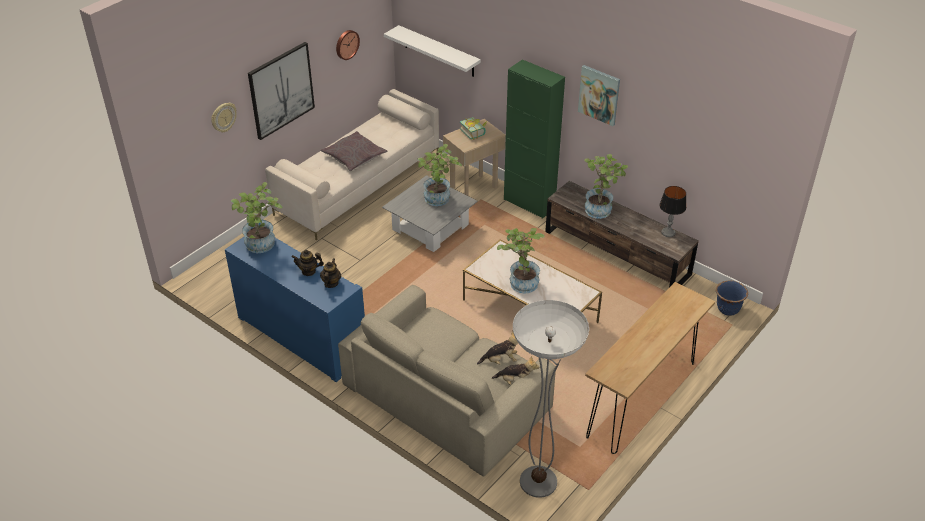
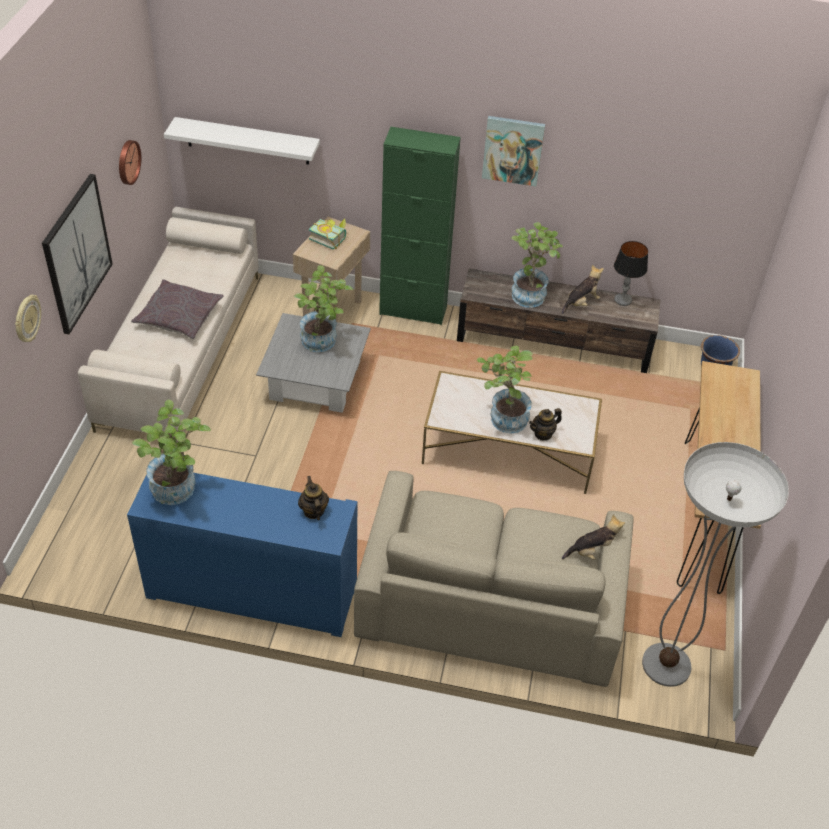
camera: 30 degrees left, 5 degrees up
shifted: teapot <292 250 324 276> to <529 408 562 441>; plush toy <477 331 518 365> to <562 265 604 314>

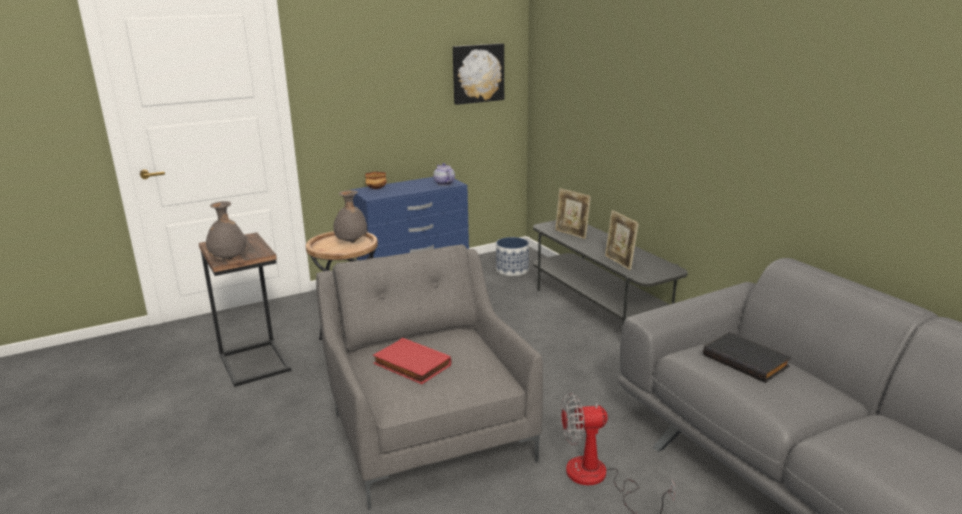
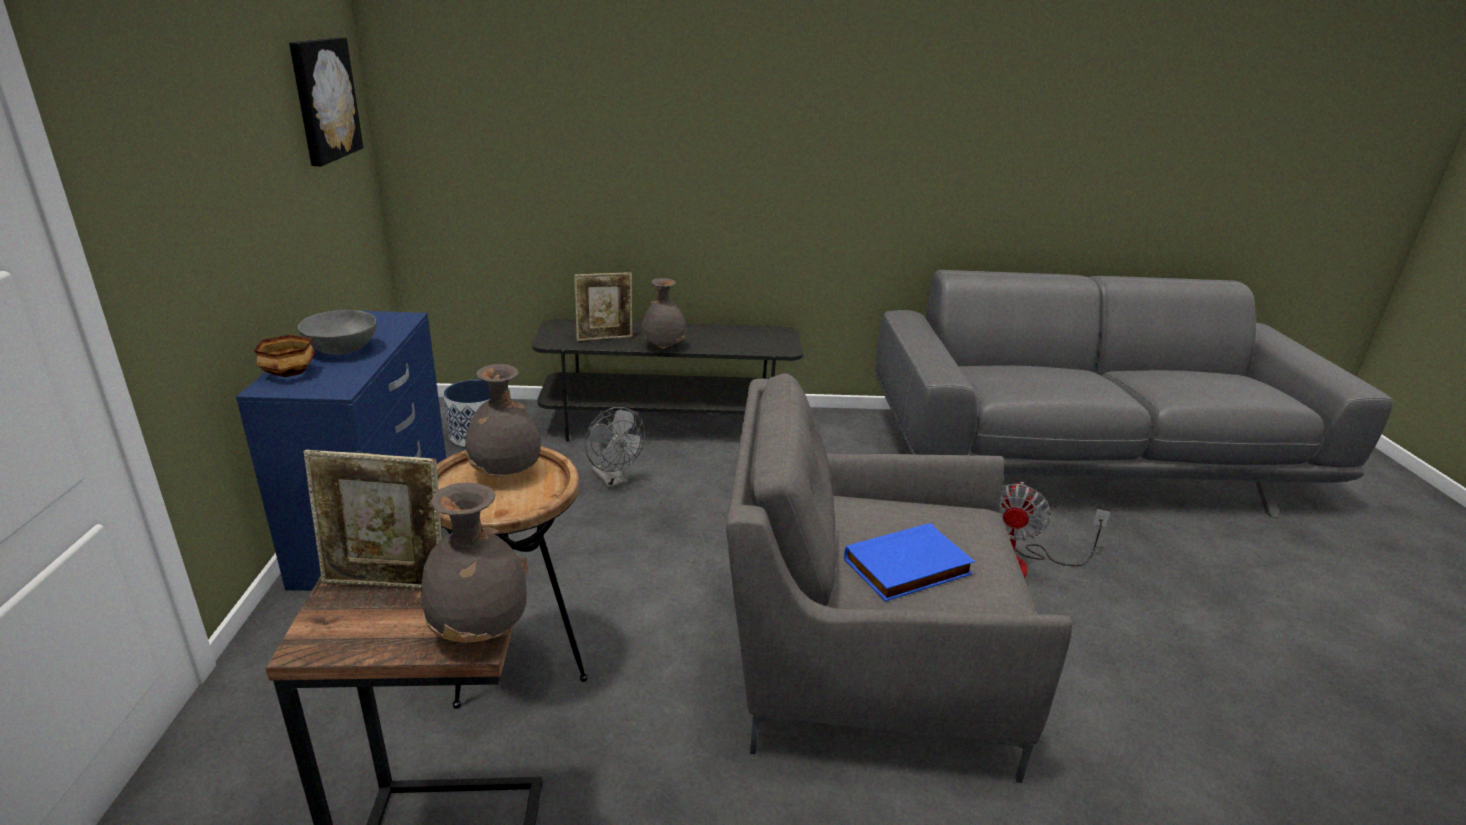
camera: 65 degrees left, 5 degrees up
gone: teapot <433 163 455 185>; black book <703 332 791 383>
new: grey vase <641 278 687 349>; grey bowl <298 310 377 355>; grey fan <585 407 645 488>
shifted: picture frame <605 210 639 270> to <304 450 442 588>
repainted: red book <373 338 451 384> to blue book <844 523 975 601>

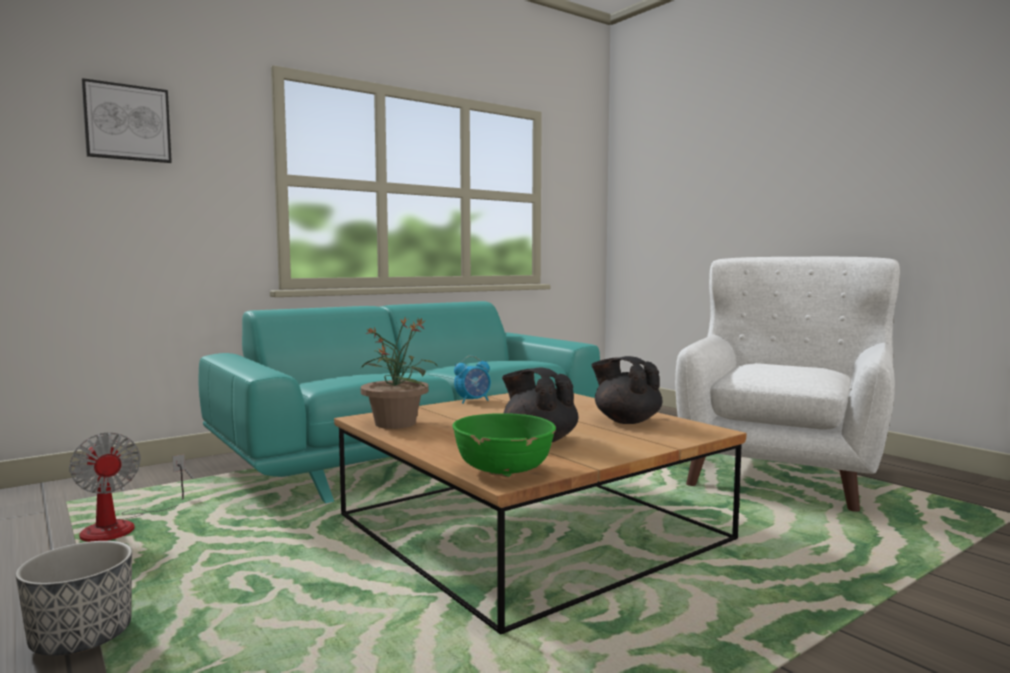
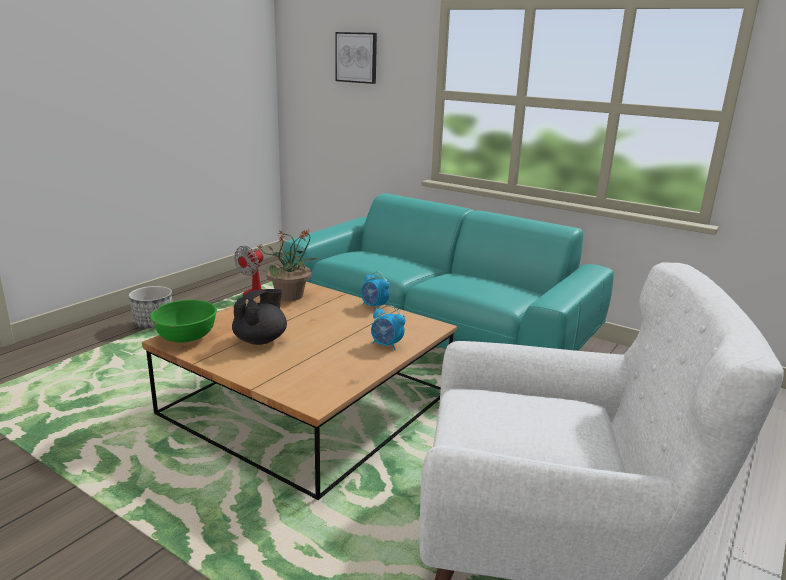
camera: 70 degrees right, 15 degrees up
gone: black teapot <592 356 662 424>
new: alarm clock <371 305 406 350>

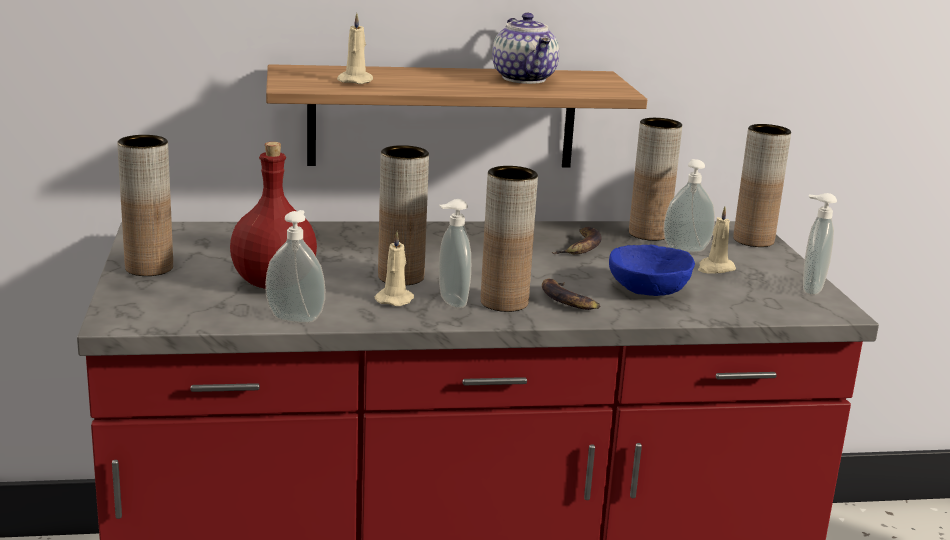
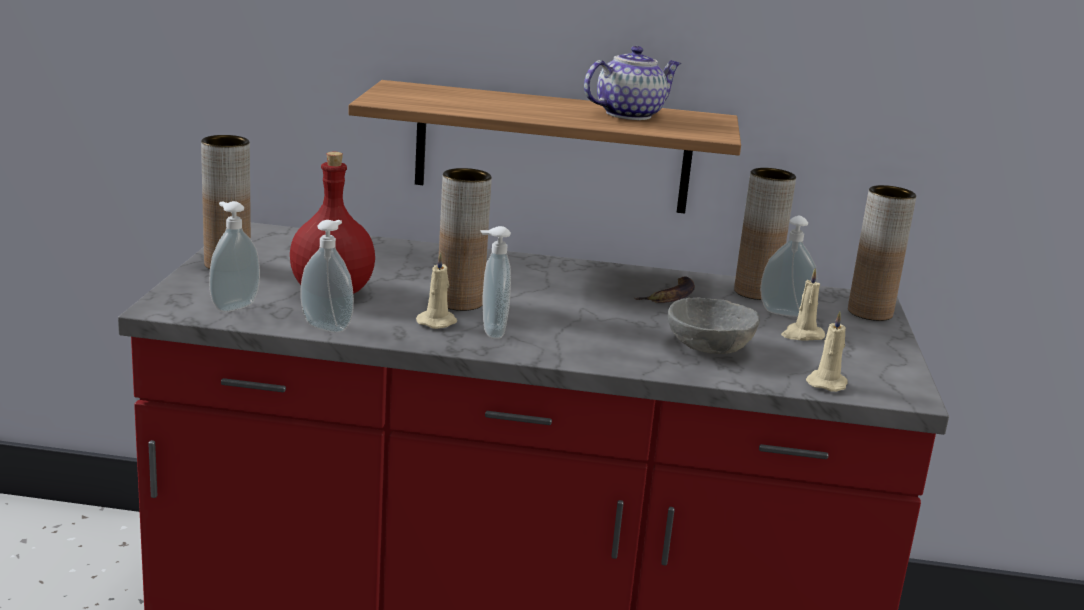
camera: 15 degrees right, 0 degrees up
gone: brown vase <481 166 538 312>; banana <542 279 600 310>
shifted: beige candle <337 13 373 84> to <806 311 848 392>; soap dispenser <803 193 837 295> to <209 201 260 312>
repainted: blue bowl <609 245 695 296> to grey bowl <668 298 760 354>
rotated: teapot <492 13 559 84> = <584 46 682 120> 120 degrees counterclockwise

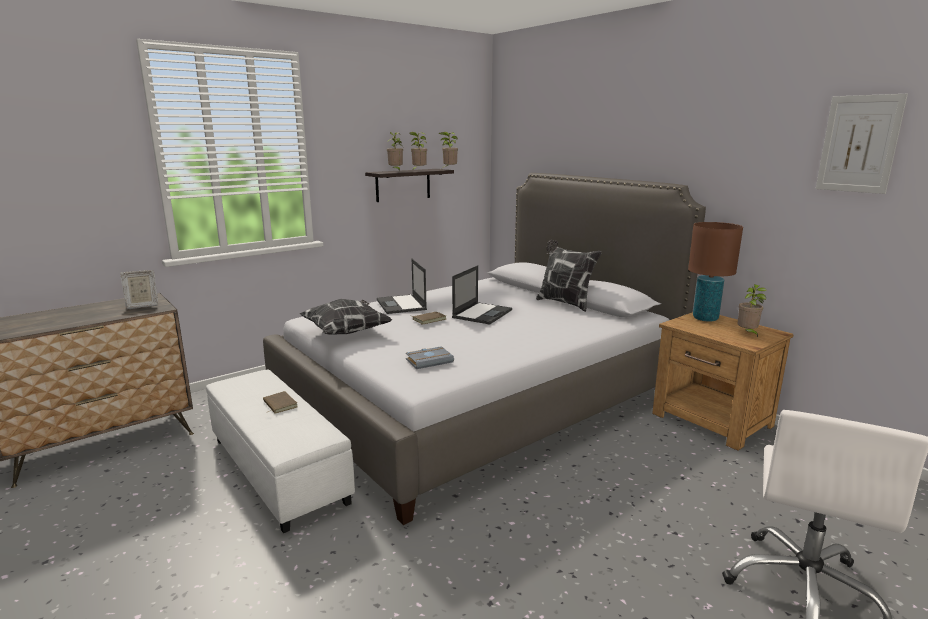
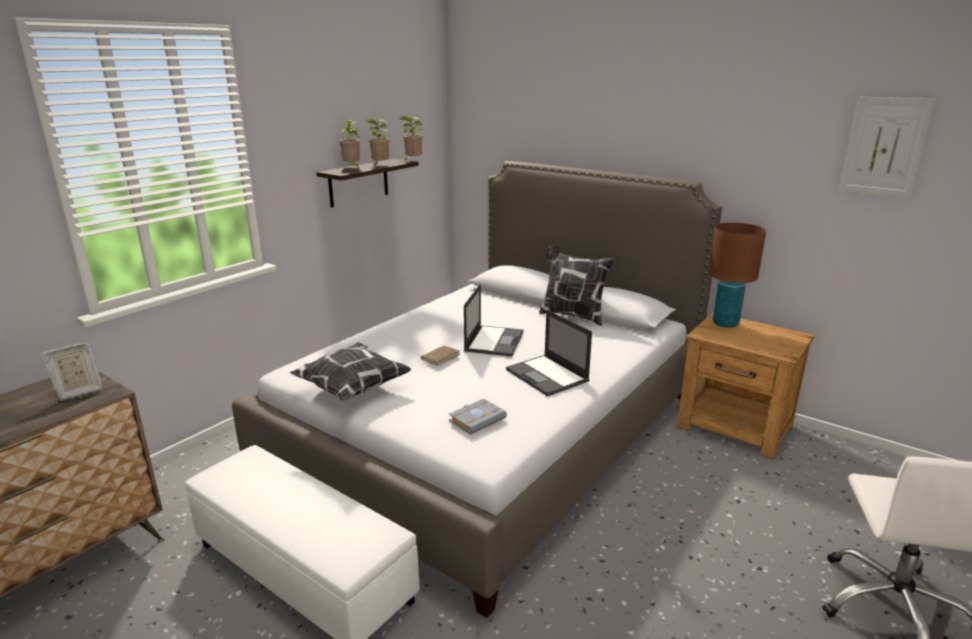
camera: 15 degrees left, 5 degrees up
gone: potted plant <738 284 767 337>; brown book <263 391 297 414>
shifted: laptop <377 259 427 314> to <506 310 592 396>

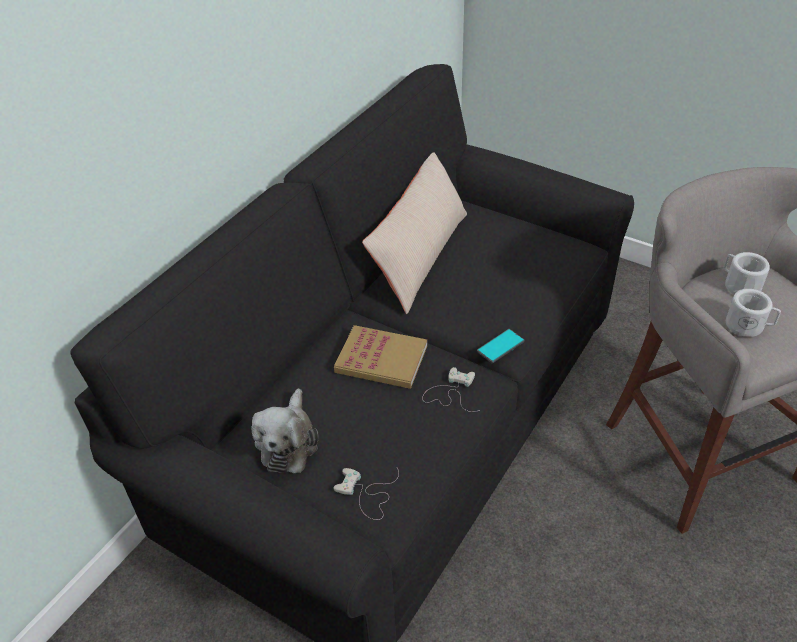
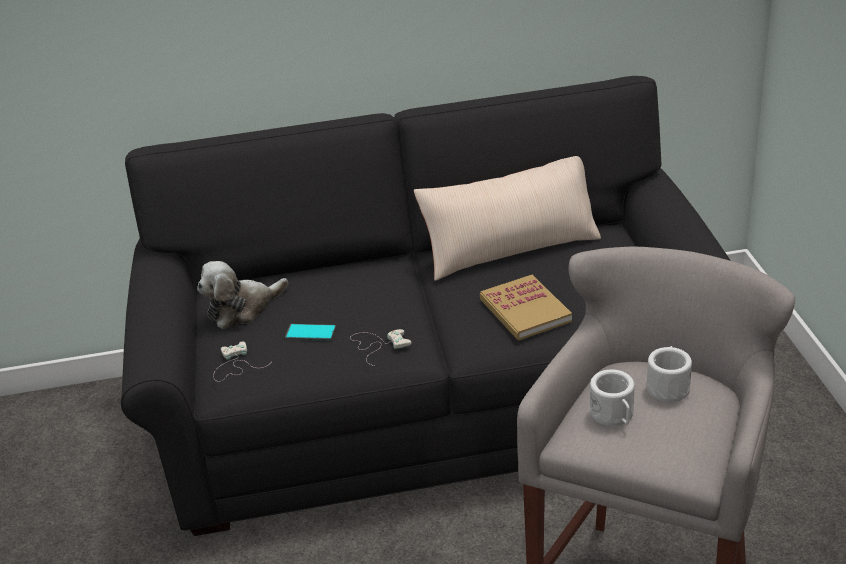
camera: 50 degrees right, 10 degrees down
shifted: book <334 325 427 389> to <480 275 572 341>; phone <477 329 525 364> to <285 324 336 341>

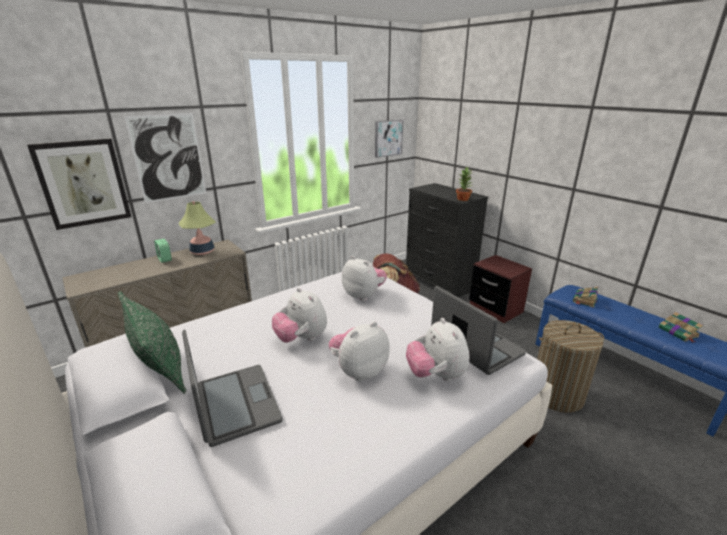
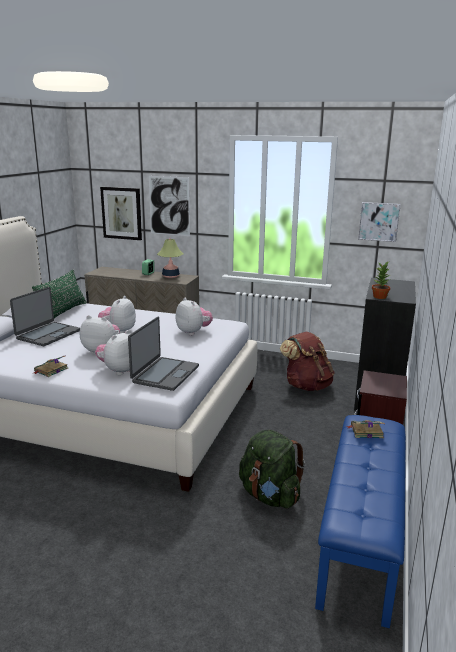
camera: 55 degrees right, 5 degrees down
shifted: book <659 312 703 343> to <34 355 68 377>
swapped: laundry basket <537 320 604 413> to green backpack <239 429 305 509>
rotated: plush toy <342 256 387 301> = <176 298 213 336> 45 degrees counterclockwise

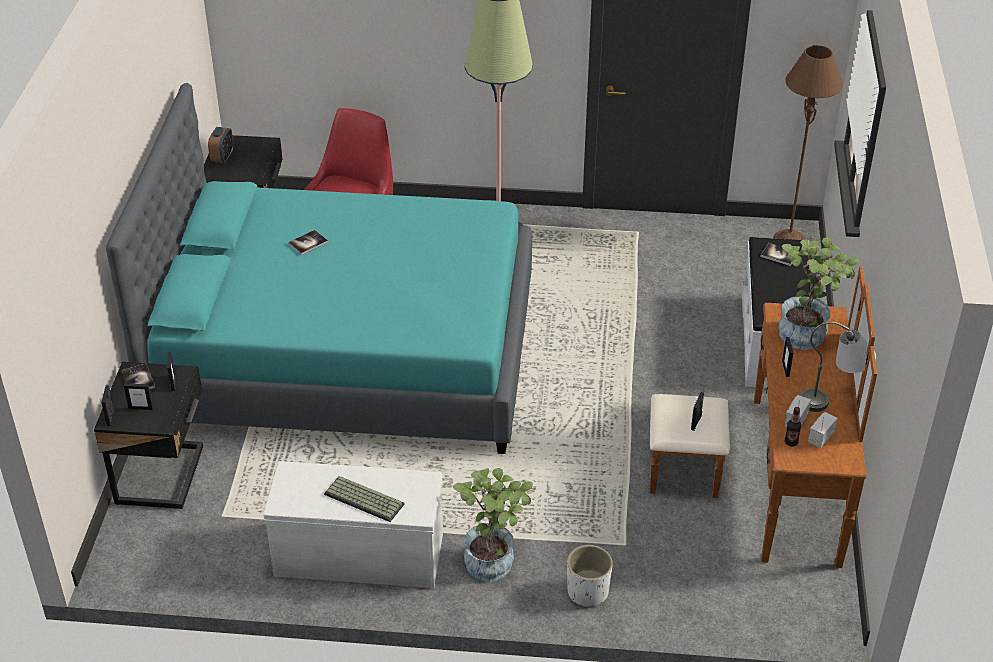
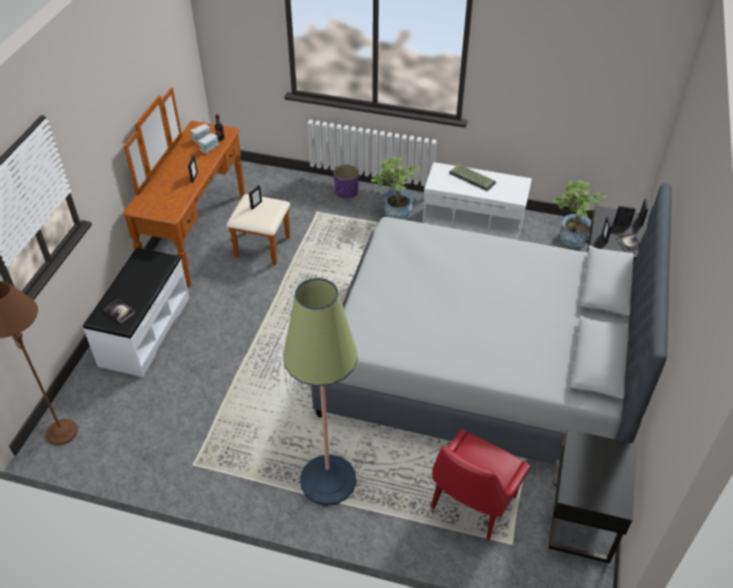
camera: 170 degrees left, 5 degrees up
gone: alarm clock <208 127 234 163>; book <288 230 328 255>; grey table lamp <800 322 876 412>
shifted: potted plant <779 238 859 350> to <553 180 607 247>
repainted: turquoise bed <106 83 532 454> to grey bed <311 182 672 466>; white planter <567 545 613 608> to purple planter <334 165 359 199>

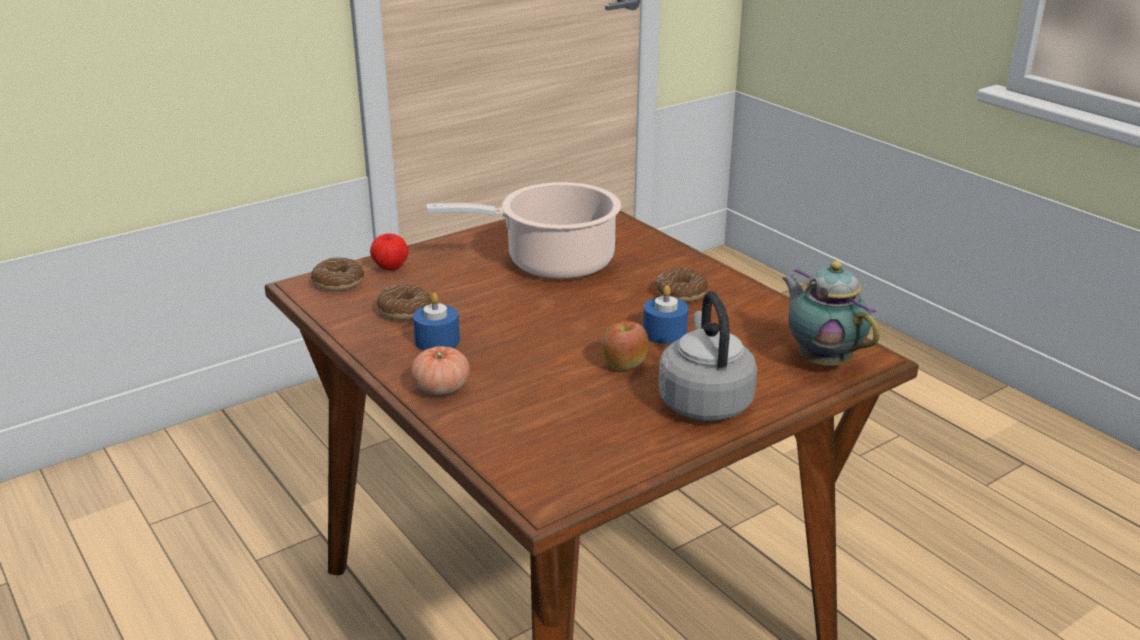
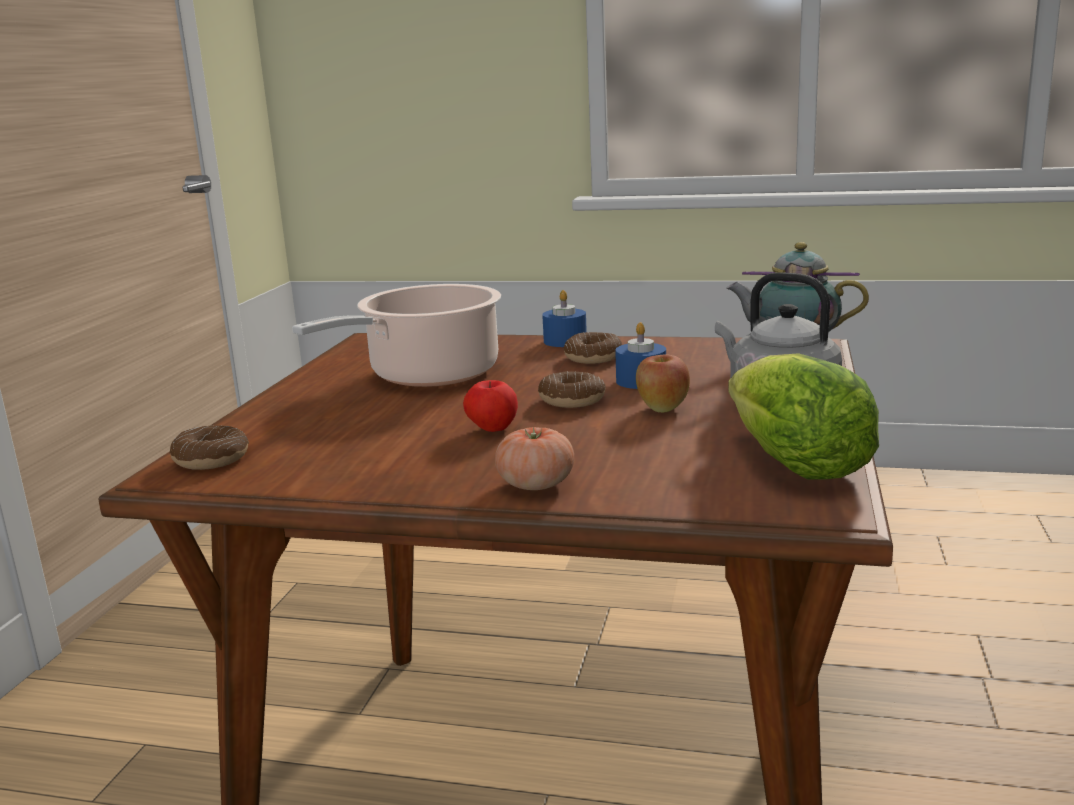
camera: 40 degrees left, 10 degrees down
new: lettuce <728 353 879 480>
shifted: apple <370 233 409 271> to <463 380 518 432>; donut <377 284 431 320> to <538 371 606 408>; blue candle <413 293 460 350> to <542 290 587 347>

